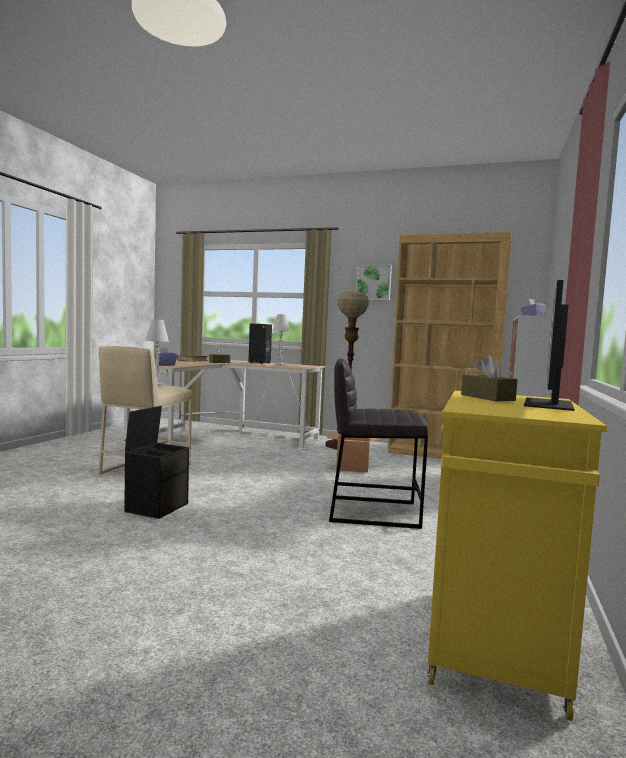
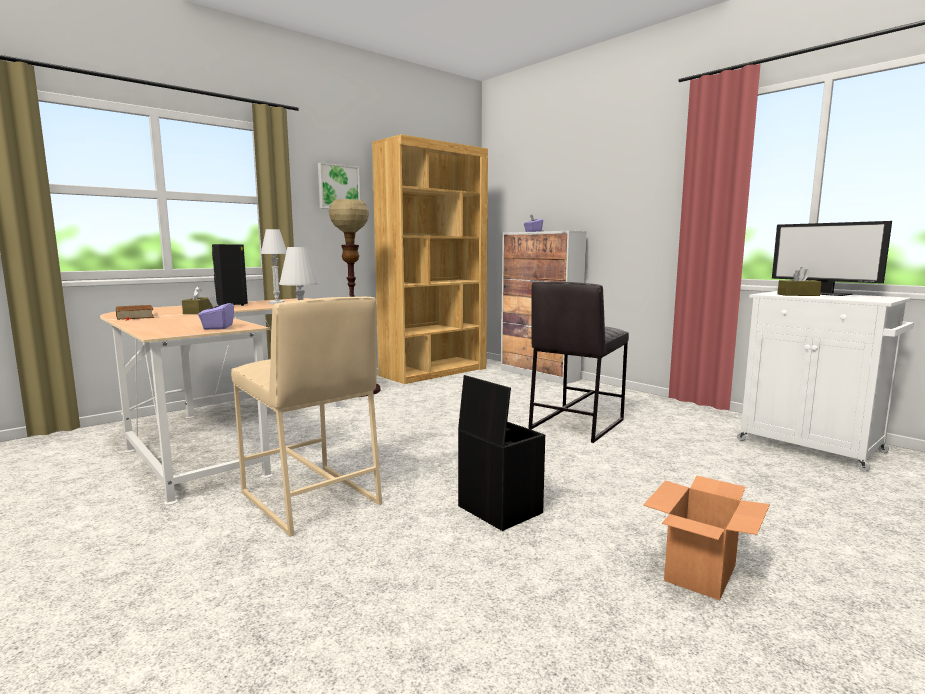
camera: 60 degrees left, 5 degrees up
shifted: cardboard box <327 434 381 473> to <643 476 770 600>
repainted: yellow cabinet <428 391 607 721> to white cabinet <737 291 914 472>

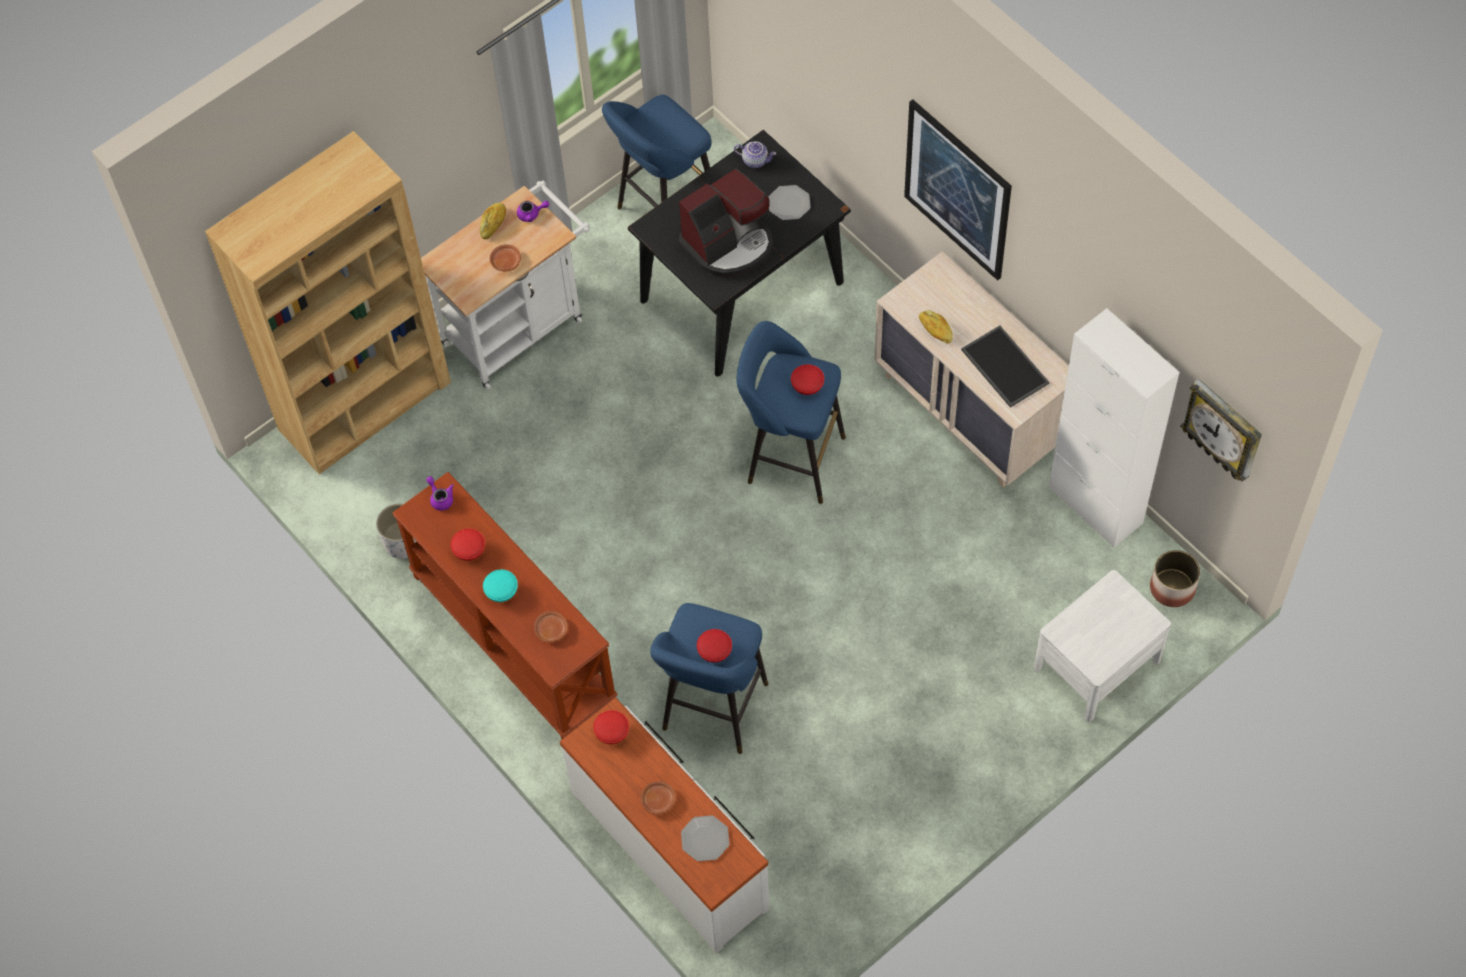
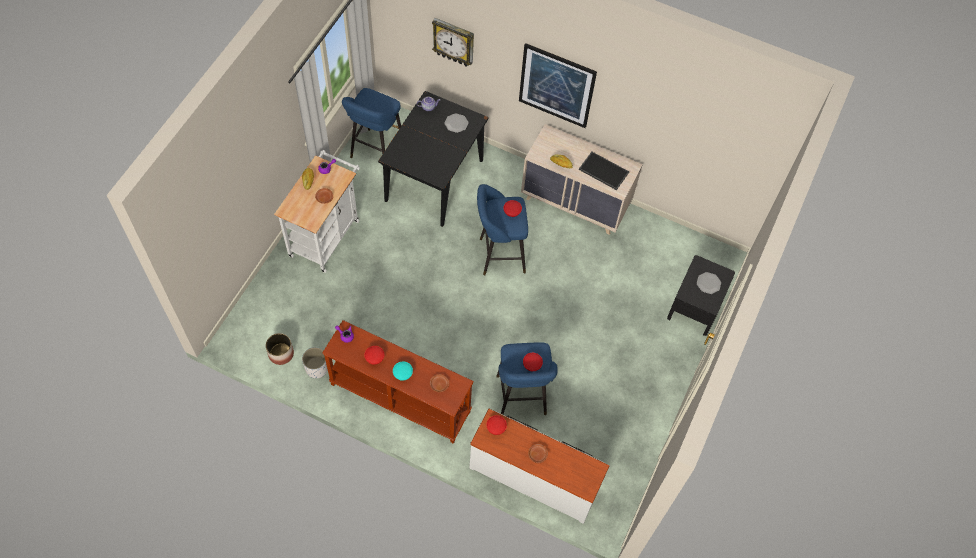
camera: 30 degrees left, 0 degrees up
gone: brown bookcase <205 131 451 474>; coffee machine <678 168 773 277>; white cabinet <1049 308 1179 548>
shifted: wall clock <1180 379 1262 481> to <432 18 474 67>; planter <1150 550 1200 607> to <266 333 294 365>; plate <681 815 729 861> to <697 272 721 294>
repainted: white nightstand <1034 570 1171 722> to black nightstand <667 255 735 336>

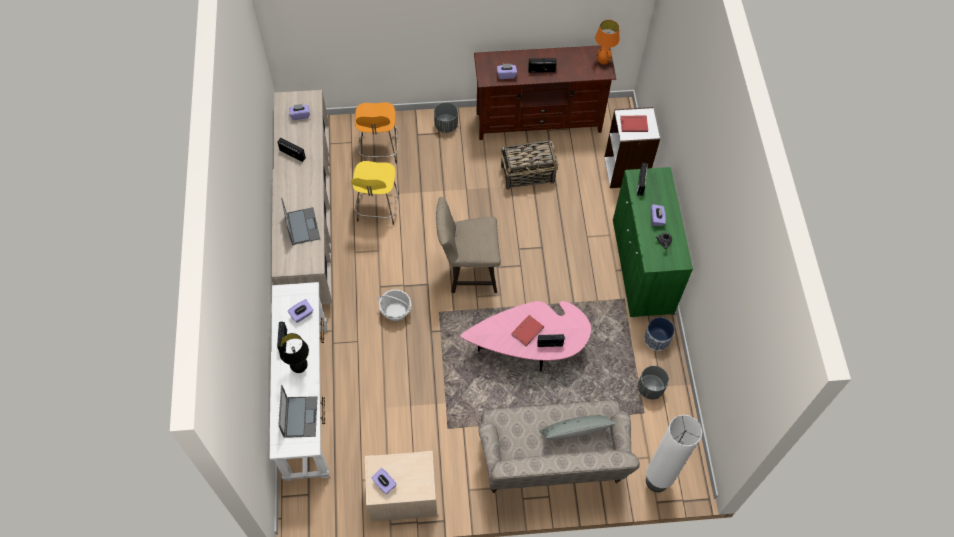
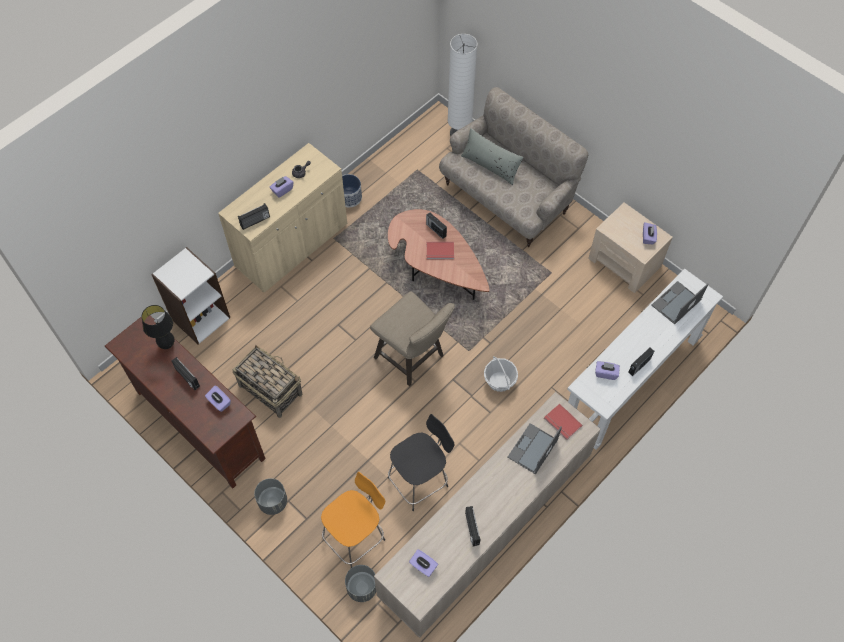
camera: 130 degrees left, 0 degrees up
gone: orange table lamp <595 20 620 65>
shifted: red book <620 116 648 132> to <544 404 582 440>; black table lamp <279 333 309 373> to <142 305 174 349>; grey planter <638 366 669 399> to <345 565 376 602>
repainted: yellow stool <351 161 399 225> to black stool <388 414 455 511>; green cabinet <613 167 693 317> to beige cabinet <218 143 347 293>; pink coffee table <460 301 591 371> to brown coffee table <388 209 490 300>

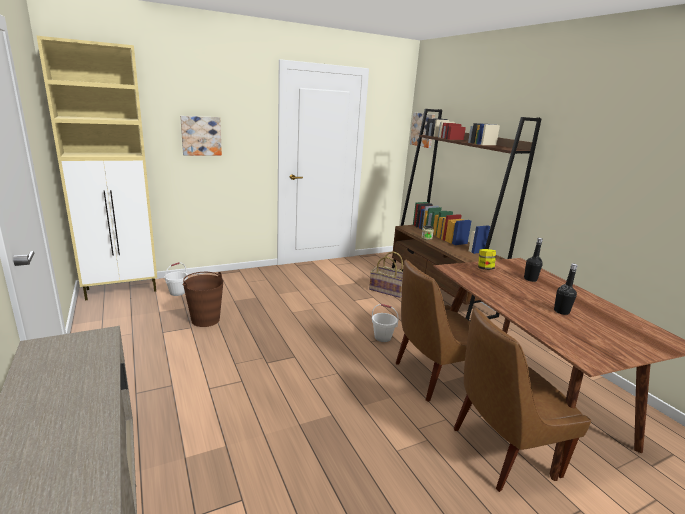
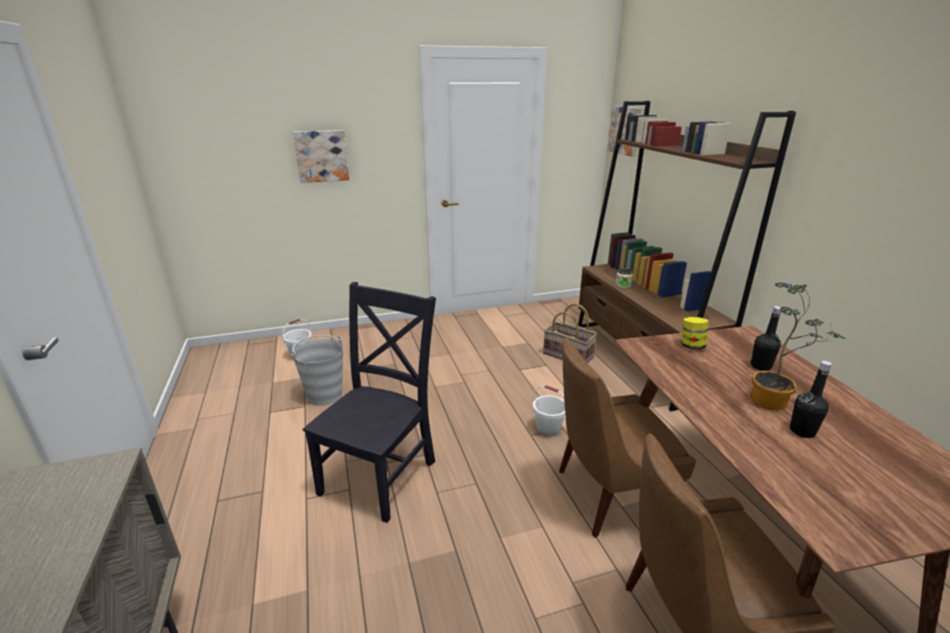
camera: 10 degrees right, 5 degrees up
gone: beige cabinet <37 36 157 300>
new: black chair <303 282 436 523>; potted plant <750 282 846 410>
repainted: brown bucket <183 272 223 327> to grey bucket <290 335 343 406>

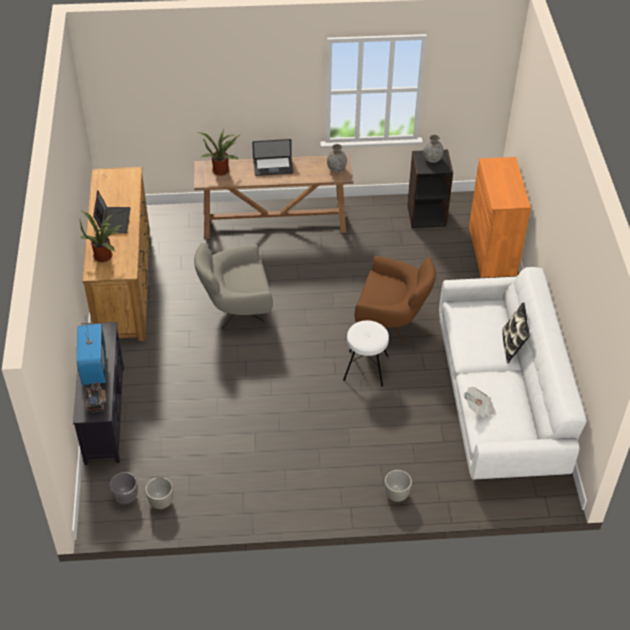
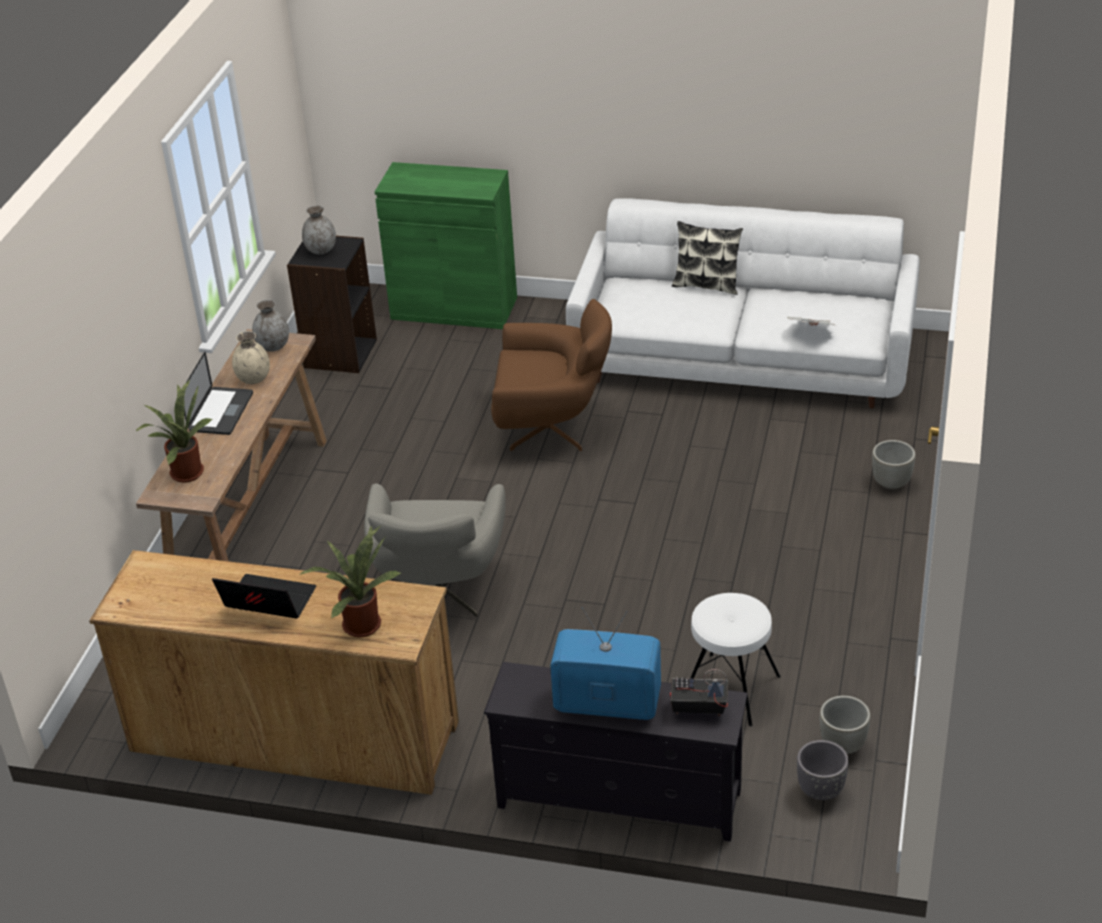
camera: 70 degrees left, 10 degrees down
new: beige vase <232 331 270 384>
shifted: white stool <343 320 389 387> to <690 593 781 726>
repainted: orange cabinet <469 157 531 278> to green cabinet <375 162 517 329>
rotated: brown armchair <354 256 436 343> = <491 299 612 451> 60 degrees clockwise

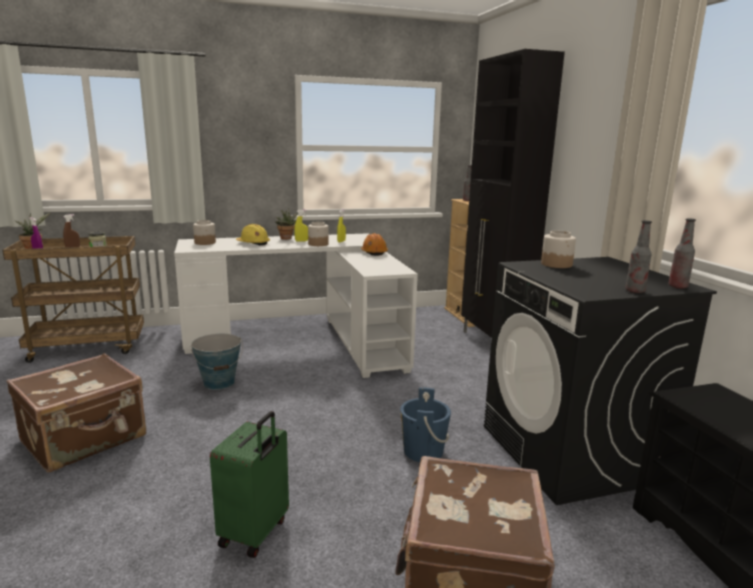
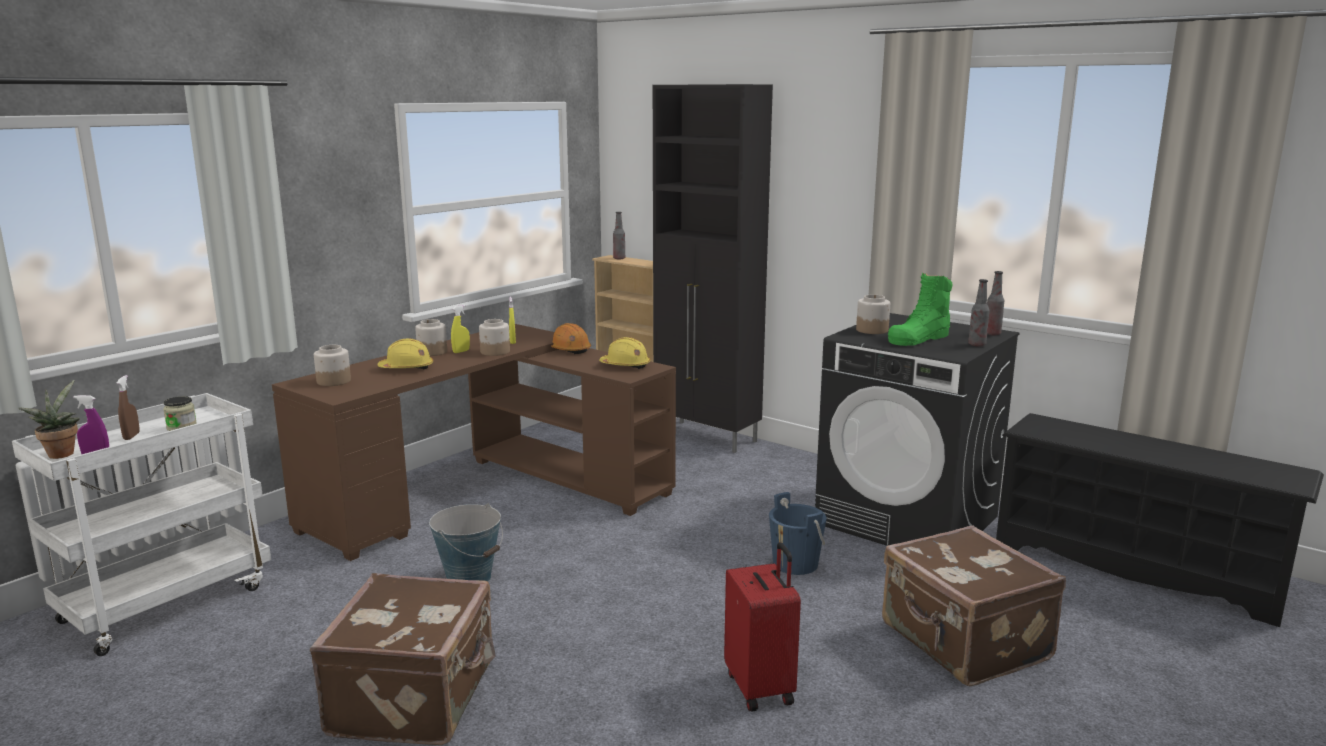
camera: 35 degrees left, 0 degrees up
new: green boot <888 272 952 346>; yellow hard hat <599 337 650 369>
swapped: potted plant <275 208 298 240> to jar <415 319 447 356>
repainted: white desk <174 233 418 378> to brown desk <272 324 676 561>; brown cart <2 236 144 363> to white cart <12 393 271 656>; green suitcase <210 411 289 558> to red suitcase <724 542 801 712>

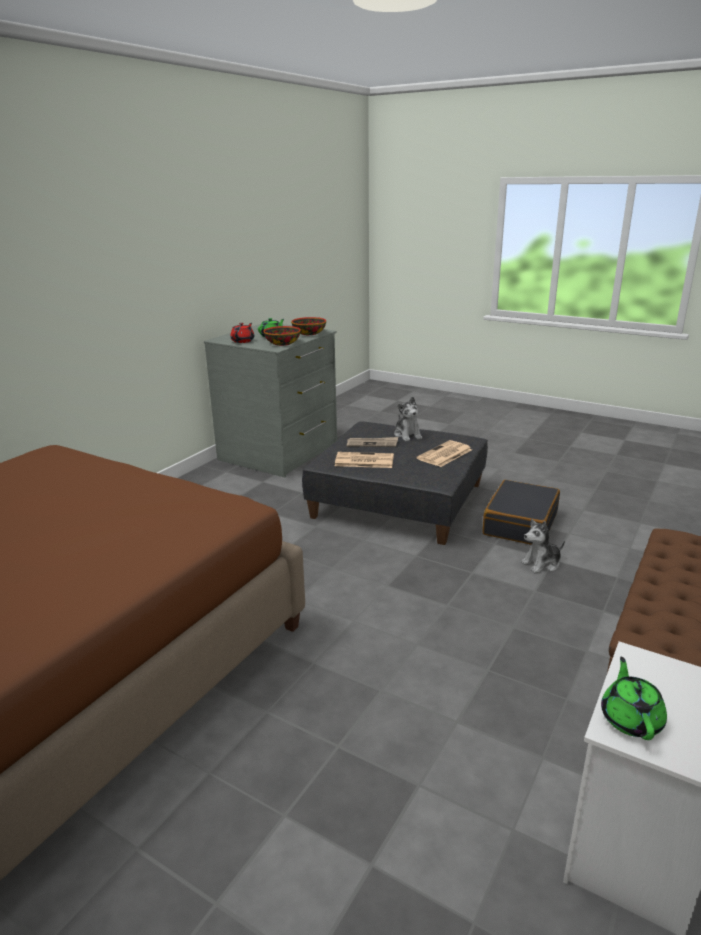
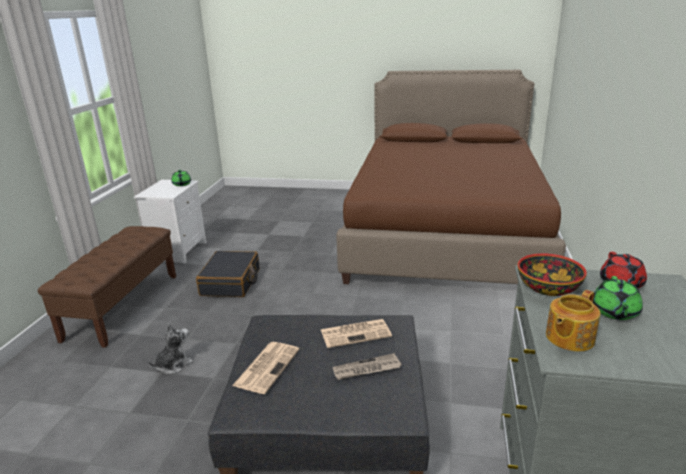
camera: 160 degrees right, 0 degrees up
gone: plush toy <394 396 422 441>
shifted: black suitcase <483 480 560 545> to <196 251 259 297>
swapped: bowl <291 317 326 335> to teapot <546 290 600 351>

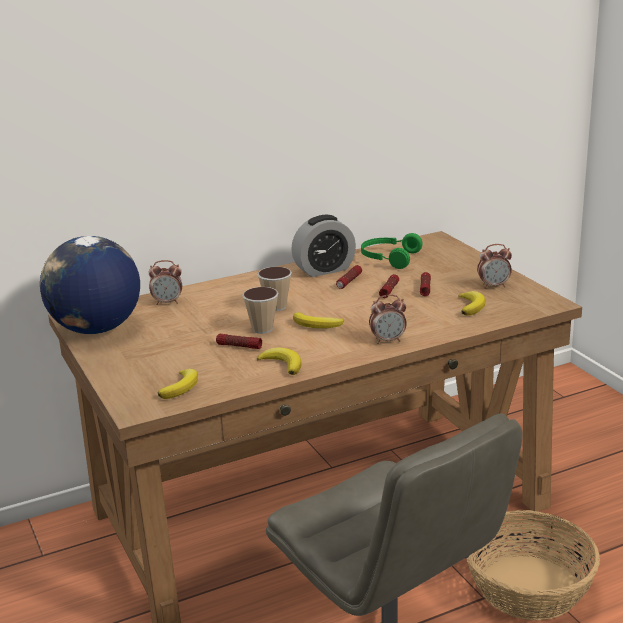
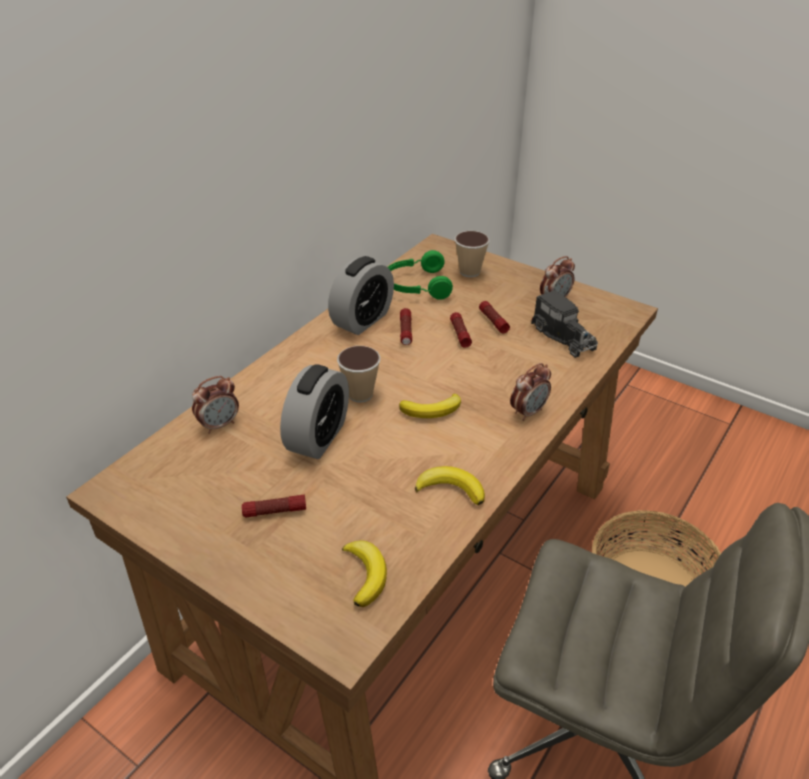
camera: 30 degrees left, 15 degrees up
gone: globe <40 236 140 334>
new: alarm clock <280 365 349 459>
shifted: cup <242 287 279 334> to <455 231 489 277>; flashlight <216 334 262 349> to <242 495 306 518>
swapped: banana <459 291 485 316> to toy truck <531 285 598 358>

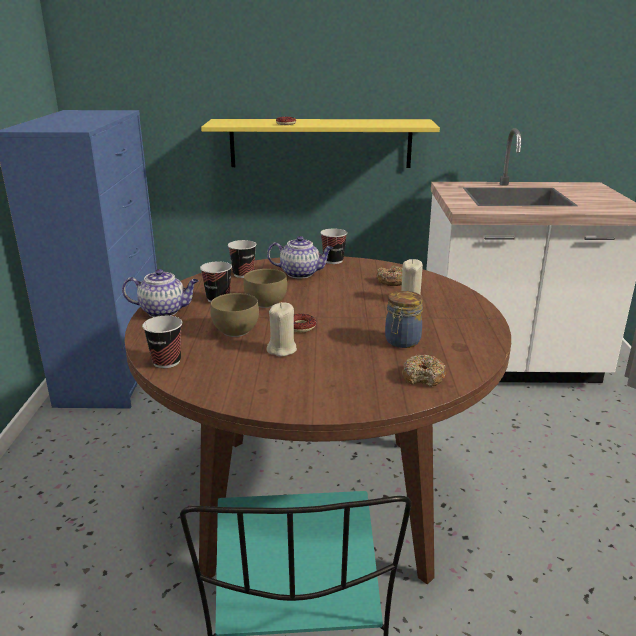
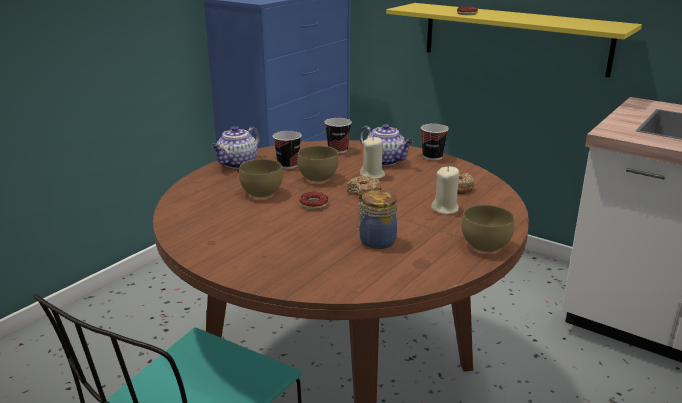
camera: 35 degrees right, 0 degrees up
gone: cup <142 316 182 368>
new: brown bowl <462 204 515 252>
shifted: beige candle <266 302 297 357> to <360 137 385 179>; donut <402 355 446 387> to <347 176 382 199>
rotated: teapot <122 269 199 317> = <211 126 260 169> 90 degrees clockwise

